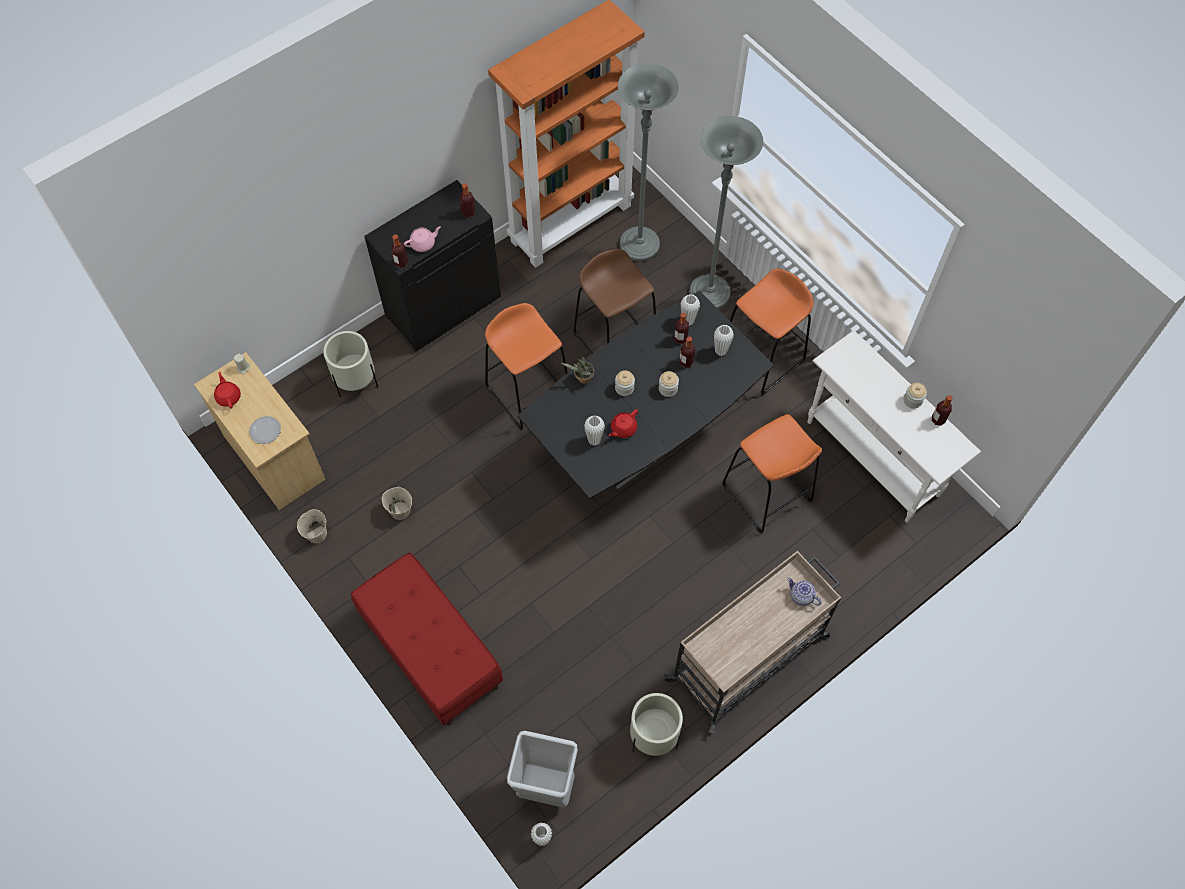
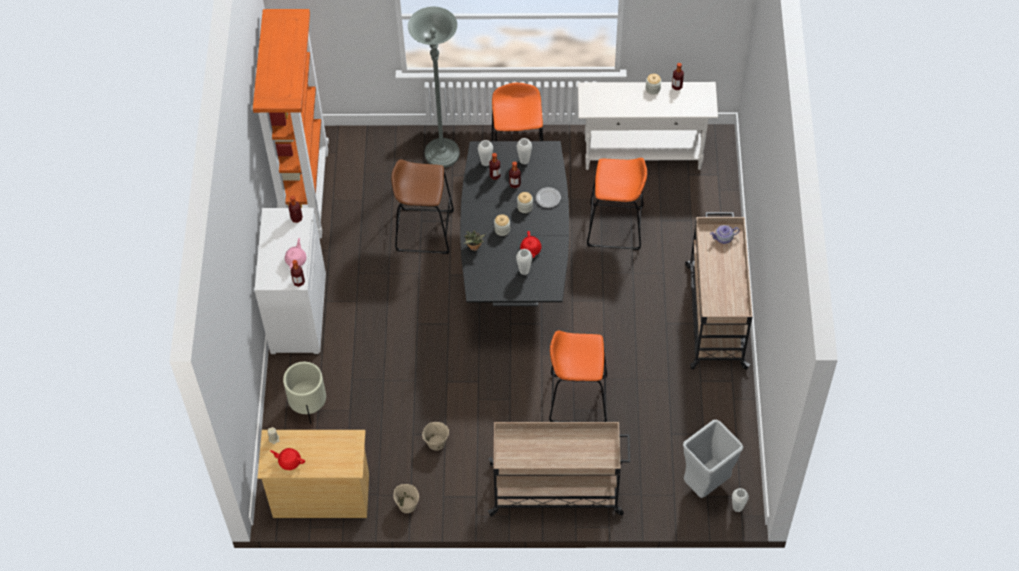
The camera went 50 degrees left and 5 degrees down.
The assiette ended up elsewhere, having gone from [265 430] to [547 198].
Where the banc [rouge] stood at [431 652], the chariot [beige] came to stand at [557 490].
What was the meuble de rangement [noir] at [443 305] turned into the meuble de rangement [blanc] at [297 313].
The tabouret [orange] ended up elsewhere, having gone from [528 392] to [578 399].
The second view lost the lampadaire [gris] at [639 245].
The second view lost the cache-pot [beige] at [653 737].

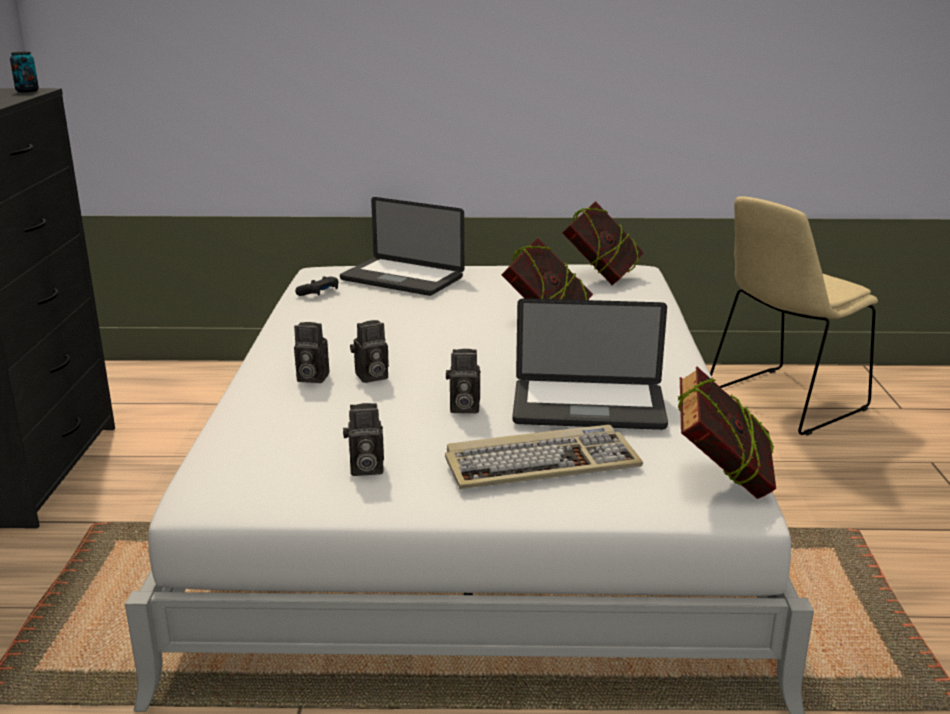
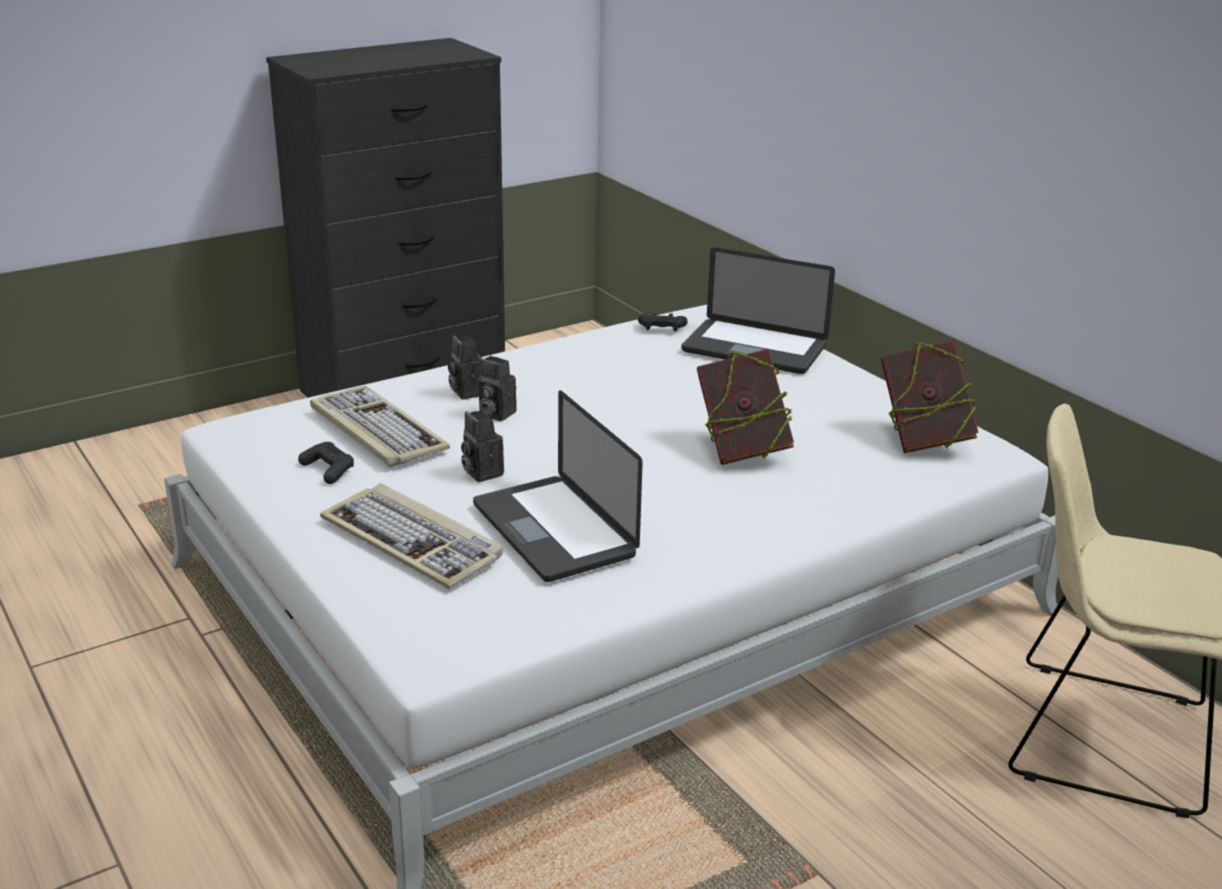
The camera went 55 degrees right and 5 degrees up.
The second view lost the boîte métallique at [27 91].
The ordinateur portable at [402 279] ended up facing another way, 60 degrees counterclockwise from before.
Where the appareil photo stood at [364 469], the manette [noir] came to stand at [328 470].
The second view lost the livre at [721 482].
The second view gained the clavier at [375 431].

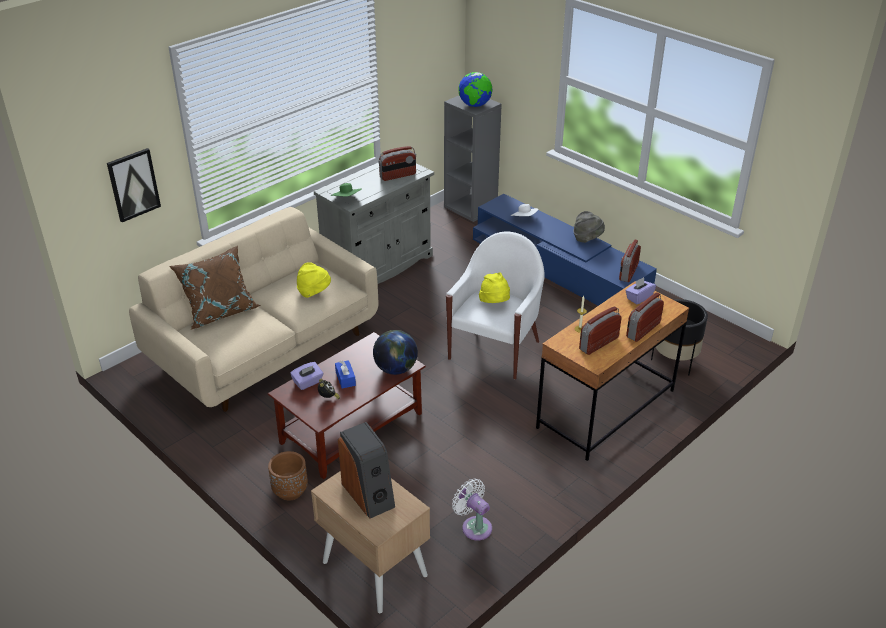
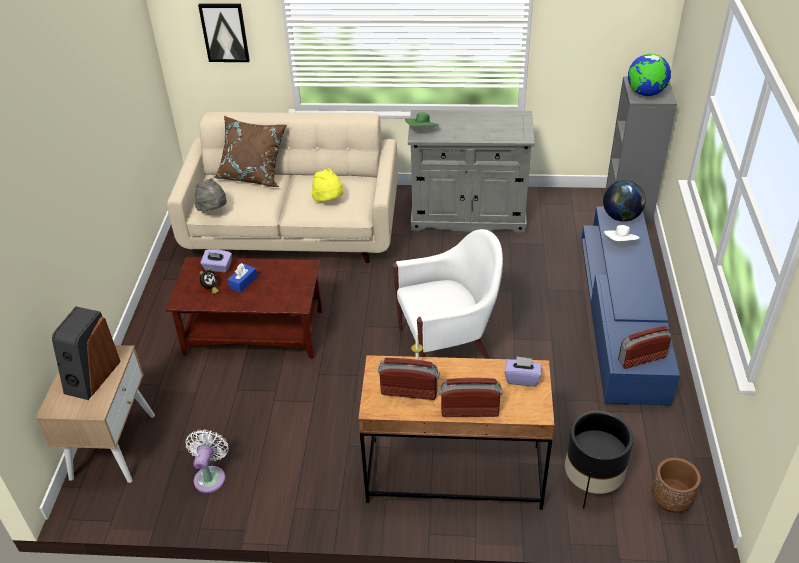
The camera went 50 degrees right and 5 degrees up.
The cache-pot [marron] ended up elsewhere, having gone from [290 491] to [670 500].
The globe ended up elsewhere, having gone from [396 369] to [621 217].
The second view lost the radio at [398 176].
The second view lost the chapeau [jaune] at [495 303].
The chapeau [gris] ended up elsewhere, having gone from [587 239] to [213 210].

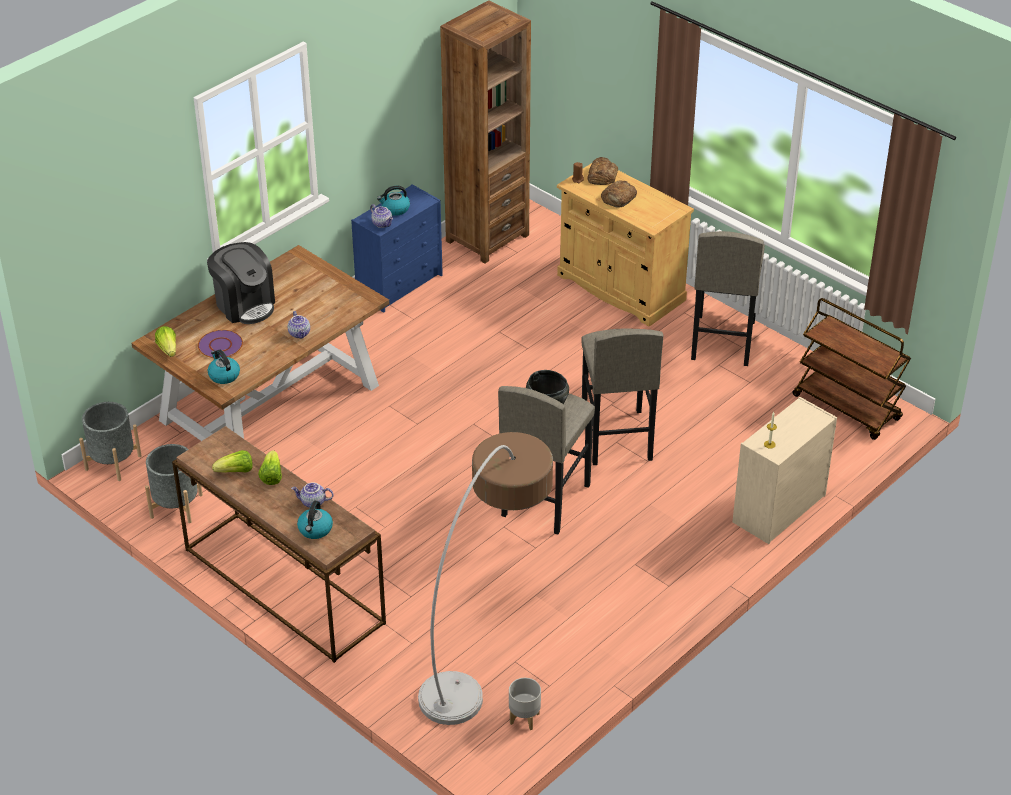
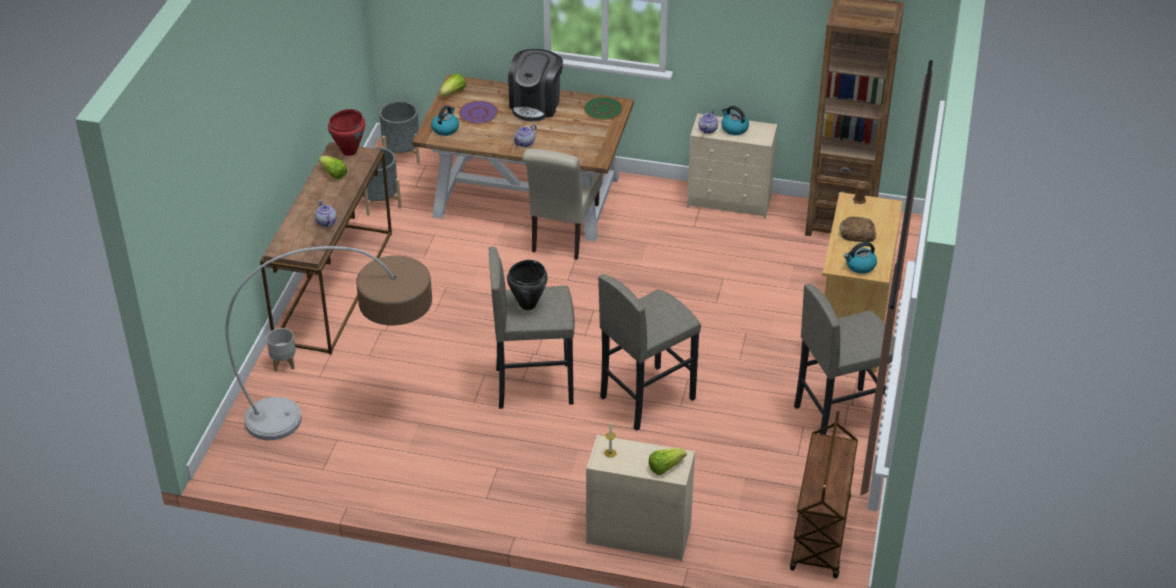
The camera went 60 degrees right and 0 degrees up.
The laitue ended up elsewhere, having gone from [271 476] to [665 467].
The bouilloire ended up elsewhere, having gone from [315 530] to [860 266].
What was the commode [bleu] at [400 285] turned into the commode [beige] at [730 202].
The cache-pot [gris] ended up elsewhere, having gone from [524 718] to [284 363].
The second view lost the pain at [602 175].
The second view gained the marmite [rouge] at [349 151].
The second view gained the chaise [beige] at [562 237].
The second view gained the assiette [vert] at [603 109].

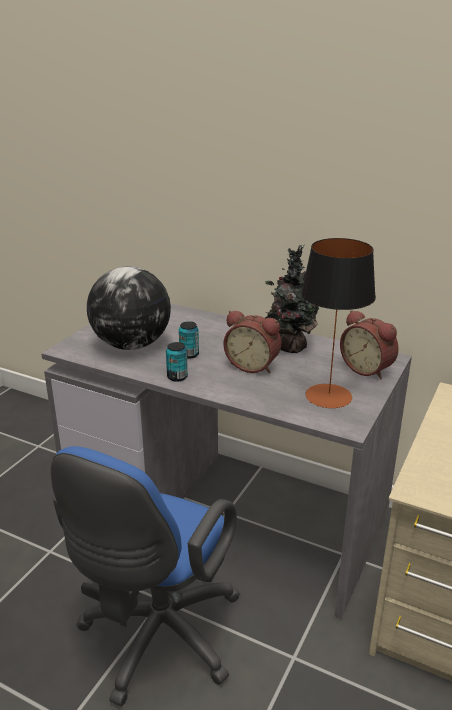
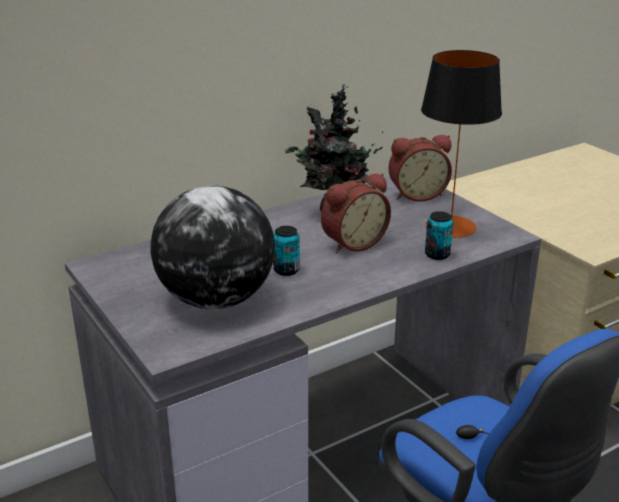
The camera went 60 degrees left and 0 degrees up.
The boîte métallique ended up elsewhere, having gone from [177 377] to [437 254].

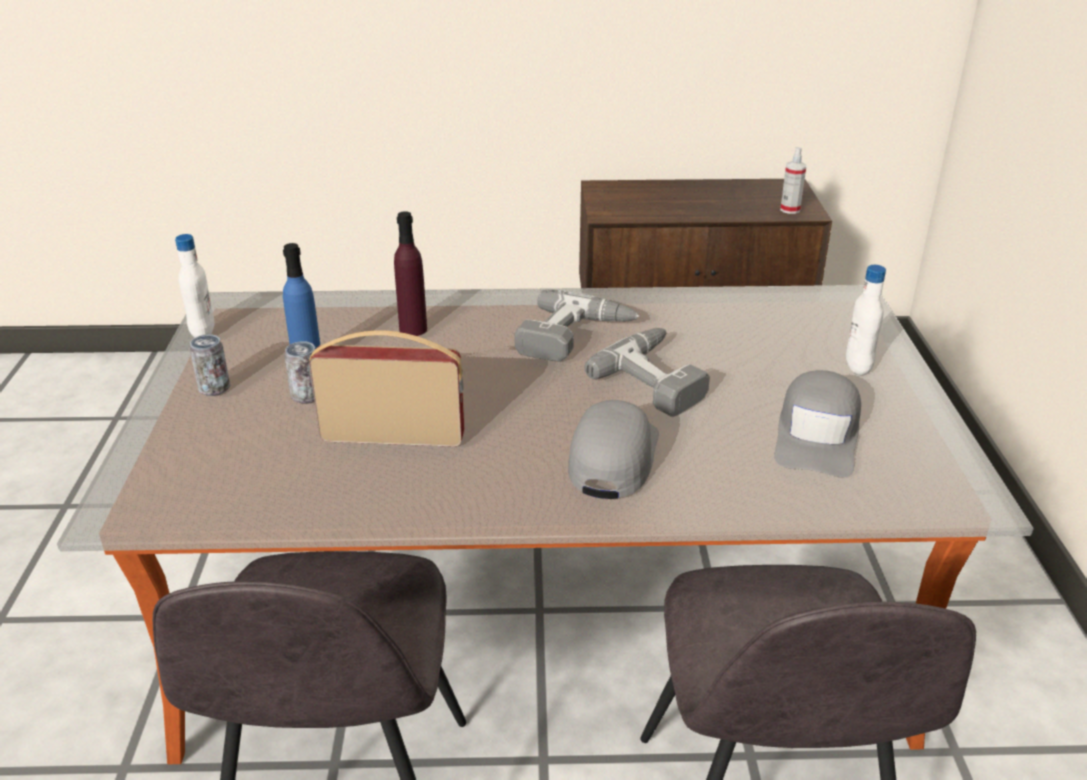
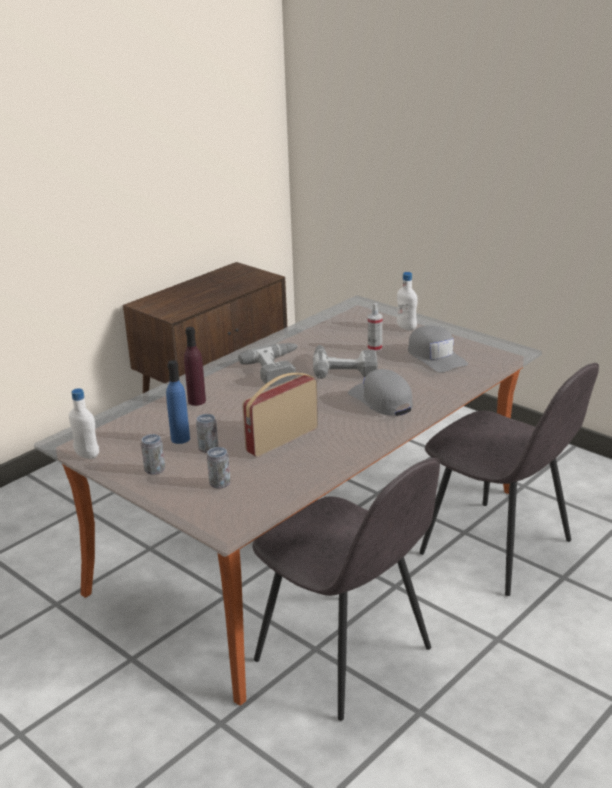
The camera went 45 degrees left and 5 degrees down.
The vaporisateur ended up elsewhere, having gone from [790 209] to [375 348].
The second view gained the boîte métallique at [219 483].

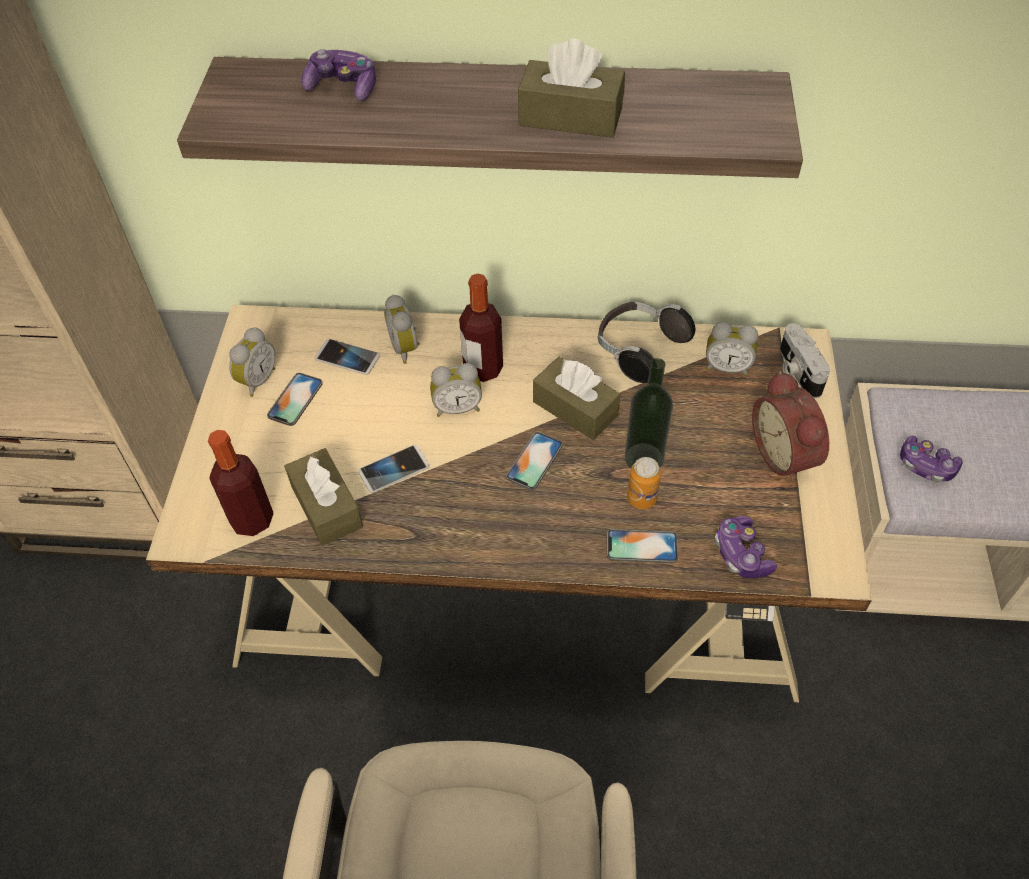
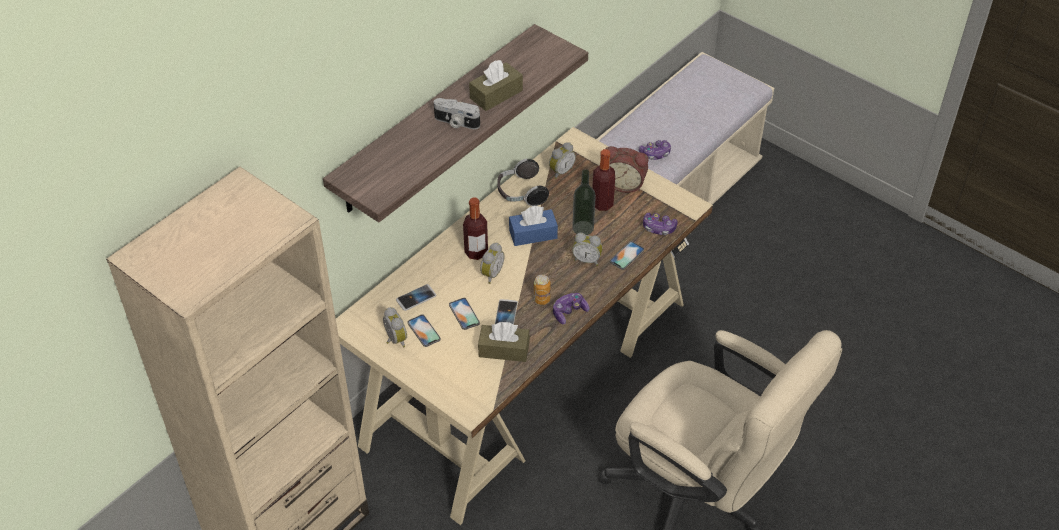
The camera went 55 degrees left and 5 degrees down.
The bouteille ended up elsewhere, having gone from [252 520] to [602 204].
The manette ended up elsewhere, having gone from [343 87] to [569 312].
The réveil ended up elsewhere, having gone from [406 348] to [587 260].
The téléphone ended up elsewhere, having gone from [534 461] to [464 314].
What was the boîte à mouchoirs [marron] at [575 408] turned into the boîte à mouchoirs [bleu] at [533 234].
The boîte métallique ended up elsewhere, having gone from [641 498] to [541 299].
The appareil photo ended up elsewhere, having gone from [796 371] to [456 122].

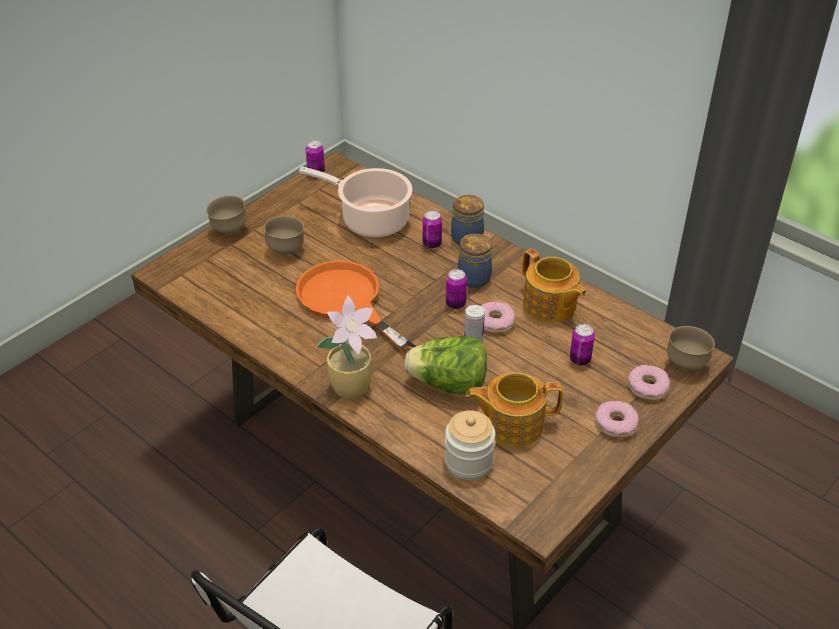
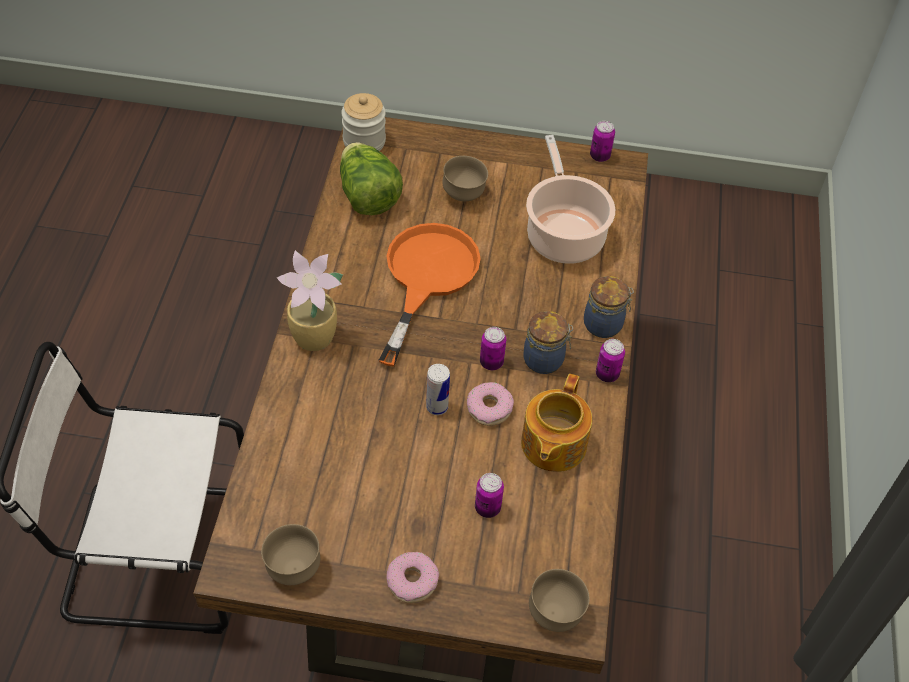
The camera went 55 degrees right and 10 degrees up.
The bol [marron] ended up elsewhere, having gone from [229 230] to [293 569].
The laitue ended up elsewhere, having gone from [448 385] to [367 196].
The boîte métallique ended up elsewhere, having gone from [432 244] to [607 374].
The bocal ended up elsewhere, having gone from [468 462] to [364 141].
The second view lost the théière at [512 424].
The second view lost the beignet at [648 387].

